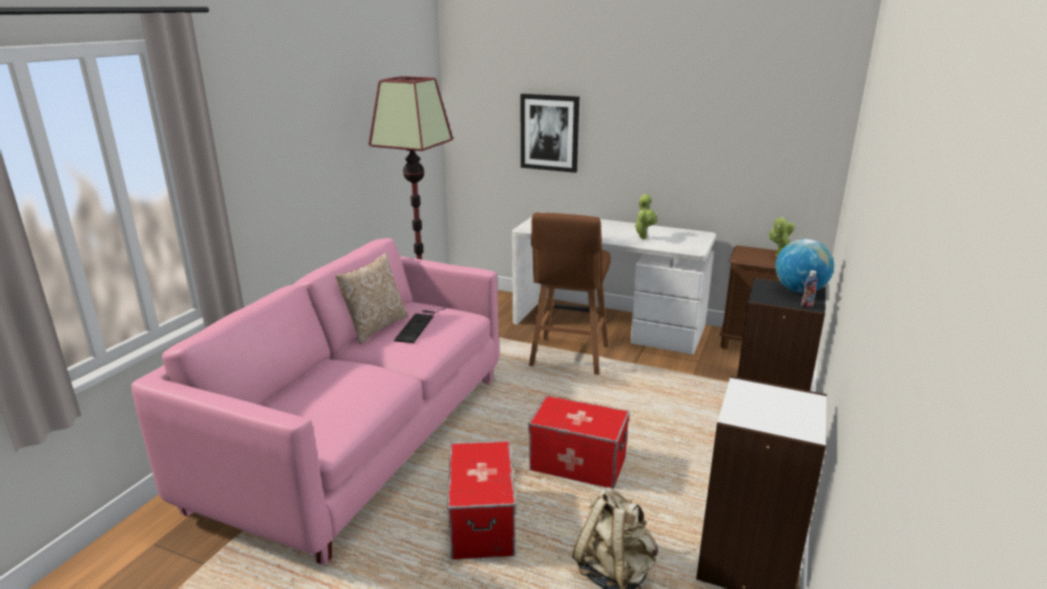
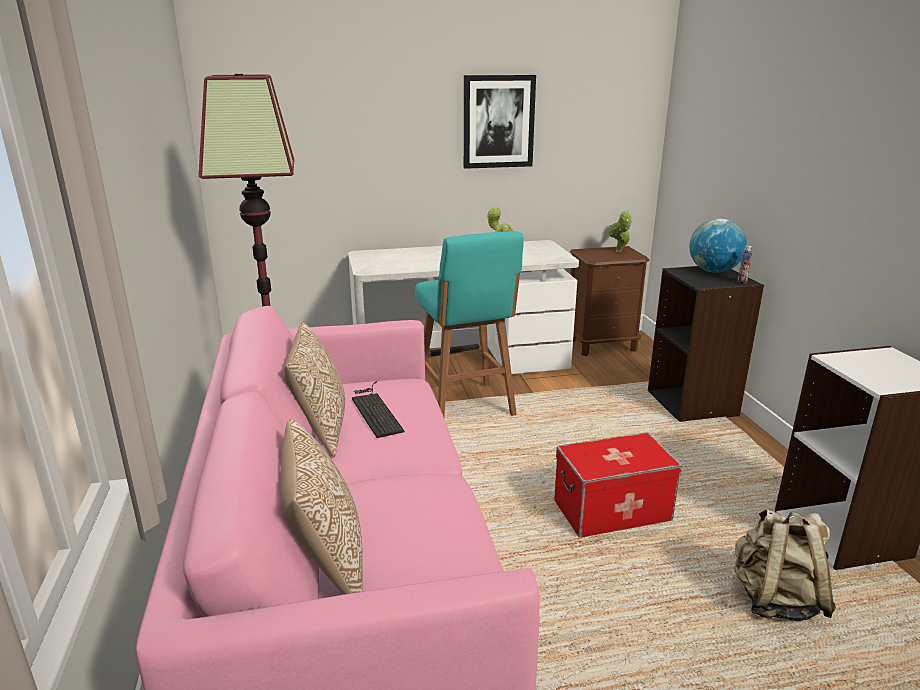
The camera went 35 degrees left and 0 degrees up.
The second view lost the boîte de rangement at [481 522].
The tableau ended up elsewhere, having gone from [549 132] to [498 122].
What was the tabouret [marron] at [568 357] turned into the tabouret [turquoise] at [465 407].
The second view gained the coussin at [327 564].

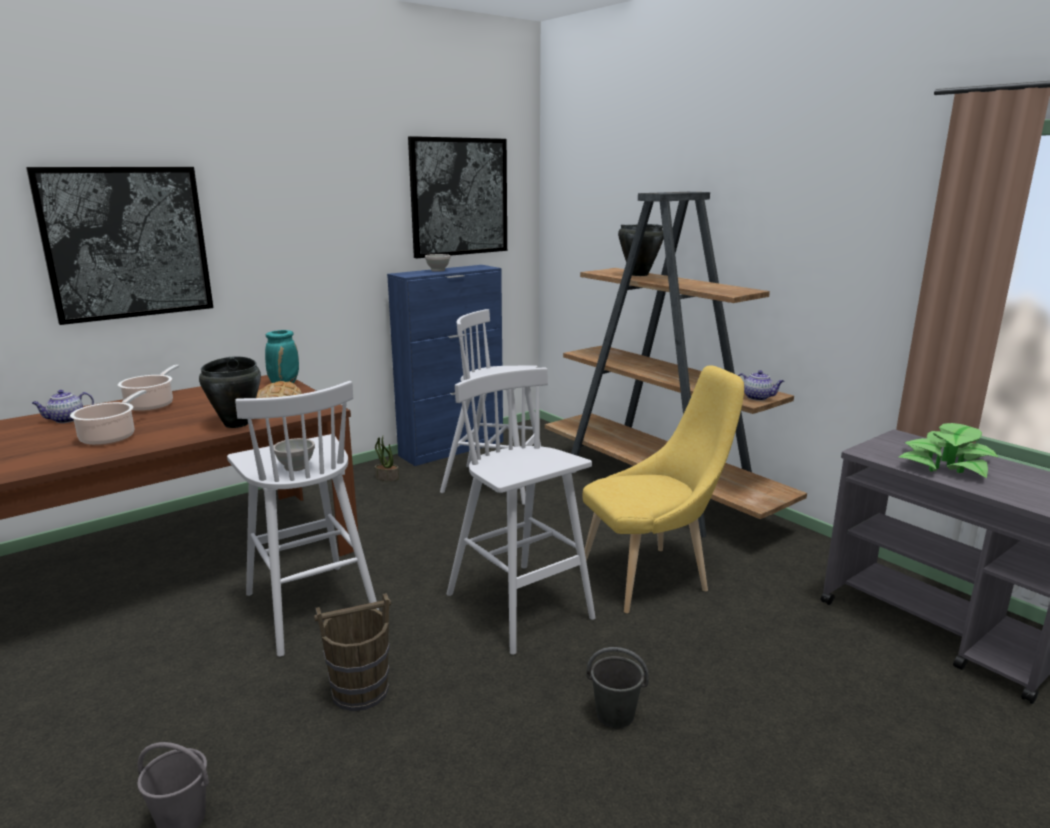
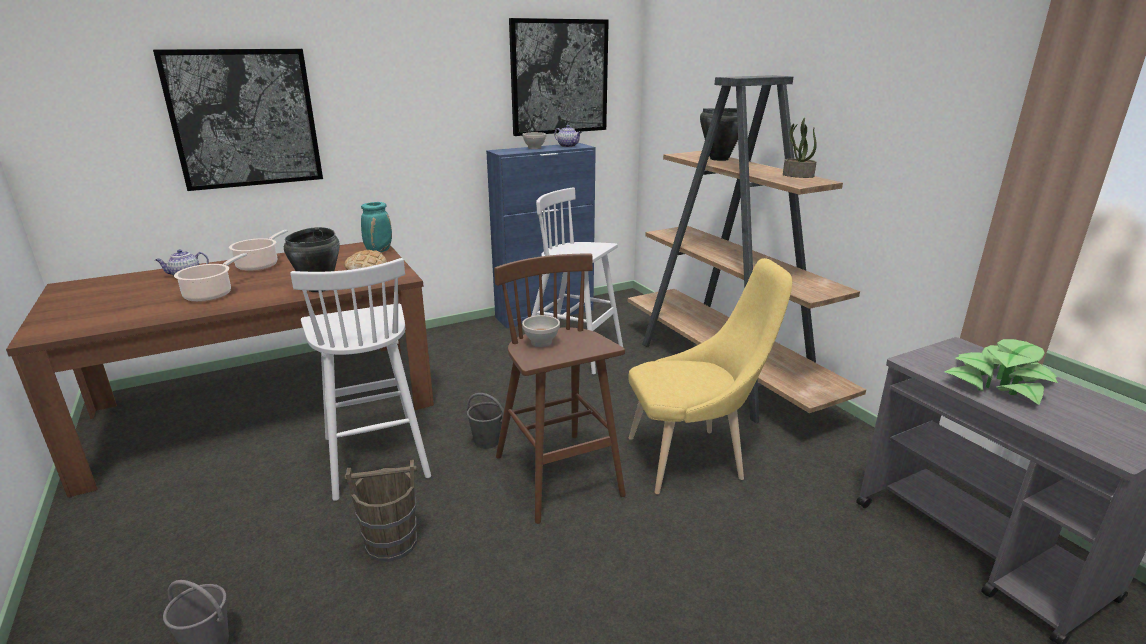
The camera went 10 degrees right and 5 degrees up.
The bol [blanc] ended up elsewhere, having gone from [296 466] to [542 342].
The plante en pot ended up elsewhere, having gone from [386 478] to [797 175].
What was the tabouret [blanc] at [521 607] turned into the tabouret [marron] at [559 477].
The seau [gris] ended up elsewhere, having gone from [614 714] to [486 441].
The théière ended up elsewhere, having gone from [758 397] to [568 146].

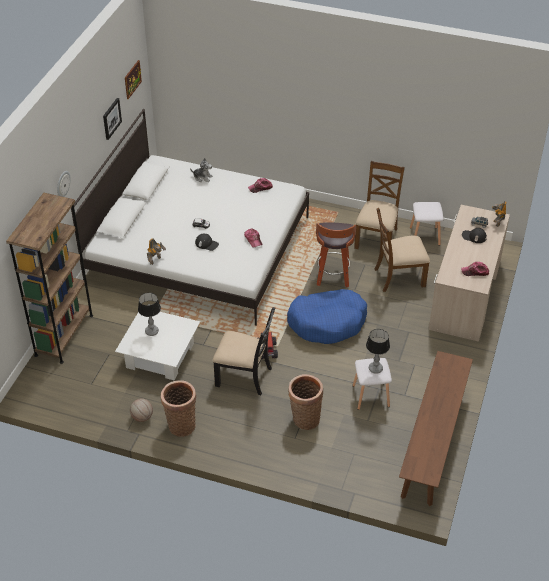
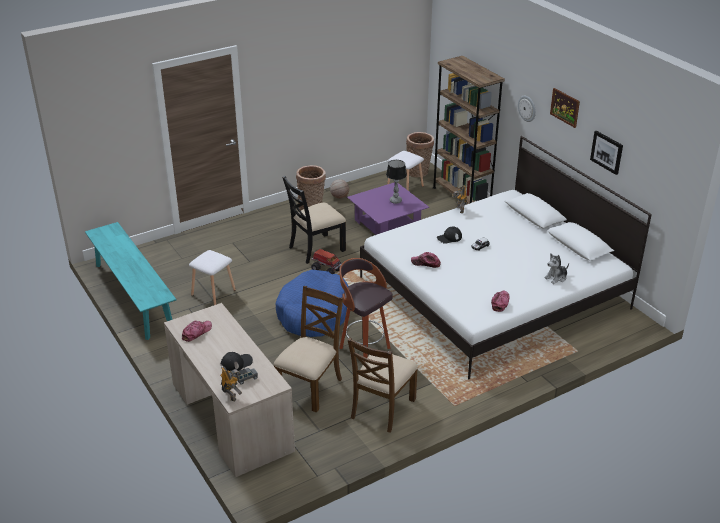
The camera went 130 degrees right and 10 degrees down.
What was the table basse [blanc] at [160 356] turned into the table basse [violet] at [387 224].
The tableau ended up elsewhere, having gone from [132 79] to [565 107].
The panier ended up elsewhere, having gone from [304 418] to [419 172].
The chaise [marron] at [377 238] ended up facing another way, 60 degrees clockwise from before.
The second view lost the lampe de table at [375 369].
What was the banc [marron] at [433 441] turned into the banc [turquoise] at [133 296].
The tabouret [blanc] ended up elsewhere, having gone from [424 236] to [405 187].

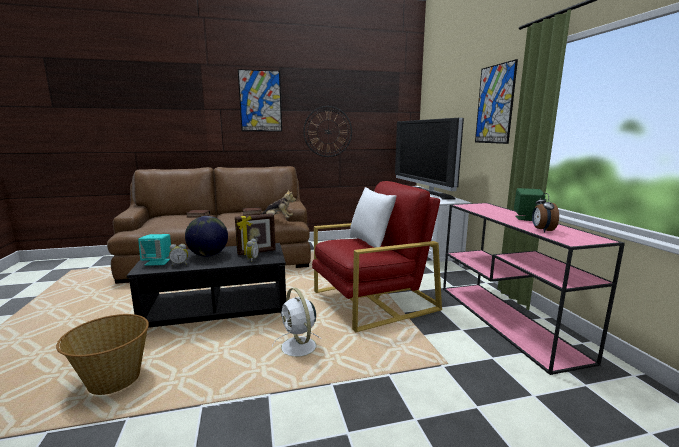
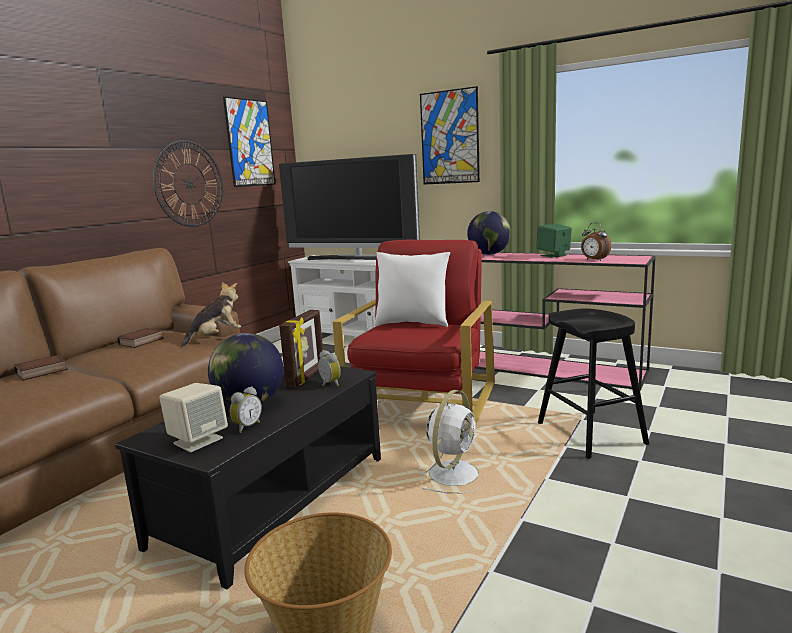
The camera went 45 degrees left and 0 degrees up.
What was the enceinte [turquoise] at [158 262] turned into the enceinte [beige] at [198 440].
The tableau ended up elsewhere, having gone from [260 101] to [250 143].
The ventilateur [blanc] at [299 348] ended up facing another way, 75 degrees counterclockwise from before.
The second view gained the globe at [489 254].
The second view gained the tabouret [noir] at [590 433].

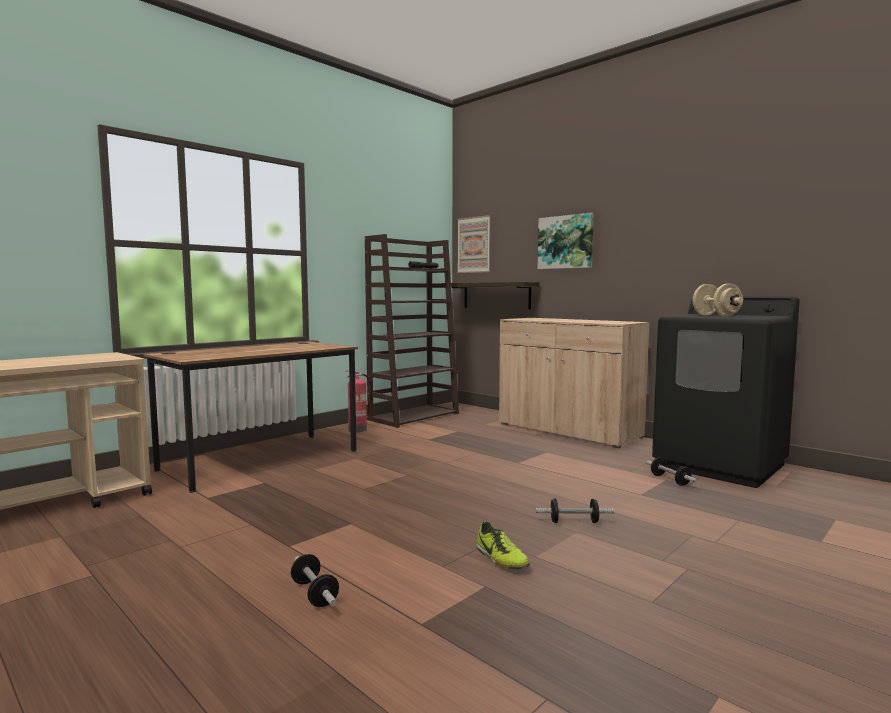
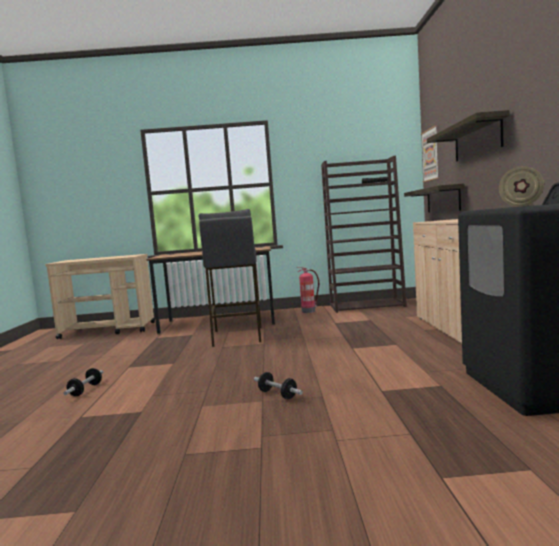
The camera went 45 degrees right and 0 degrees up.
The second view lost the chaussure at [501 559].
Where the tableau hung at [565 242], the étagère came to hang at [477 140].
The second view lost the haltère at [670 480].
The second view gained the tabouret [gris] at [237 336].

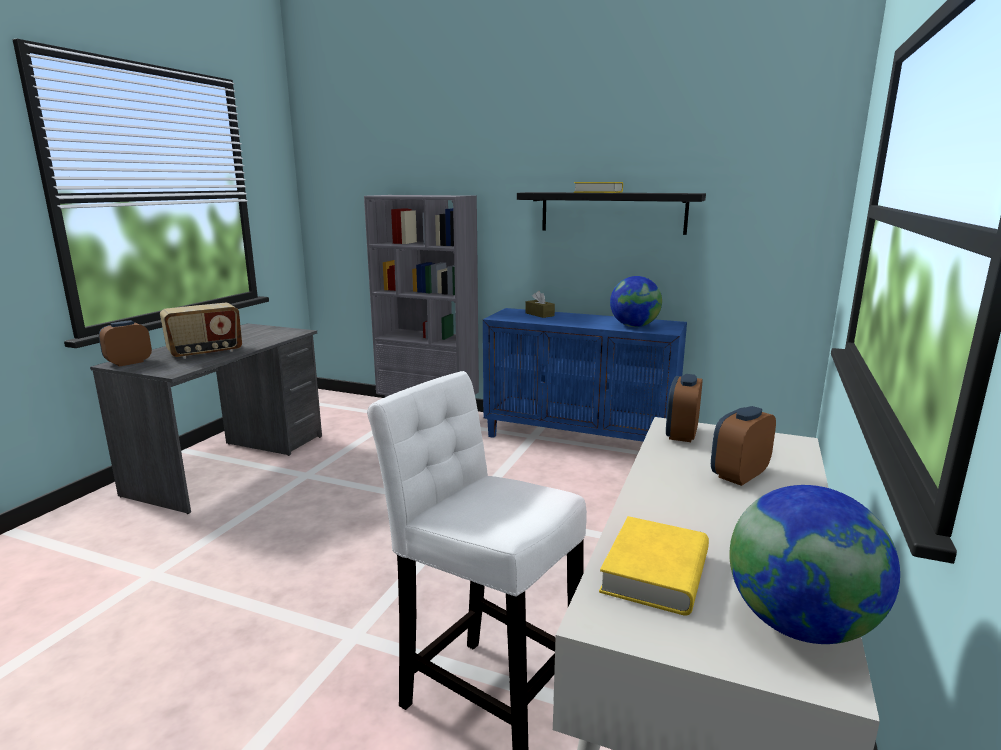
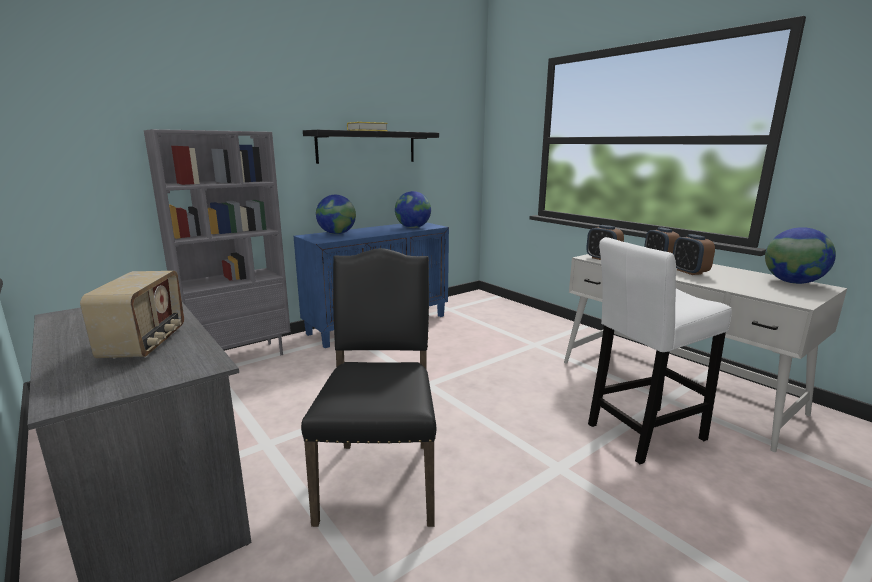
The camera went 60 degrees left and 0 degrees up.
The réveil ended up elsewhere, having gone from [129 362] to [689 272].
Where the boîte à mouchoirs [marron] stood at [539 314], the globe came to stand at [337 234].
The second view lost the livre [jaune] at [655 573].
The second view gained the chaise [noir] at [380 478].

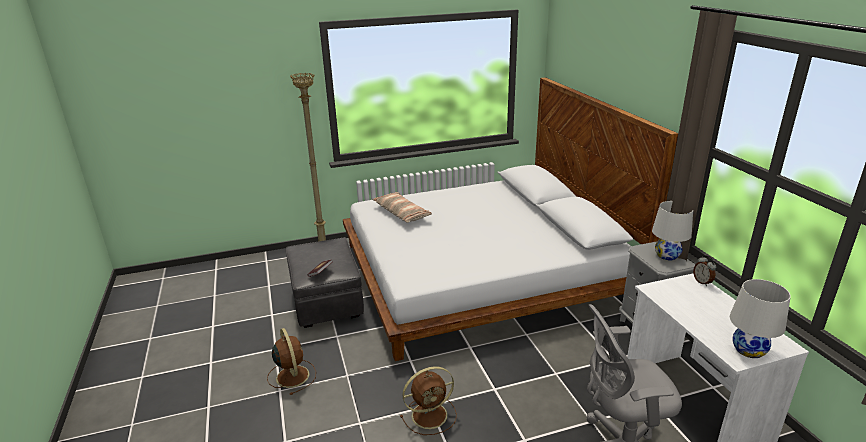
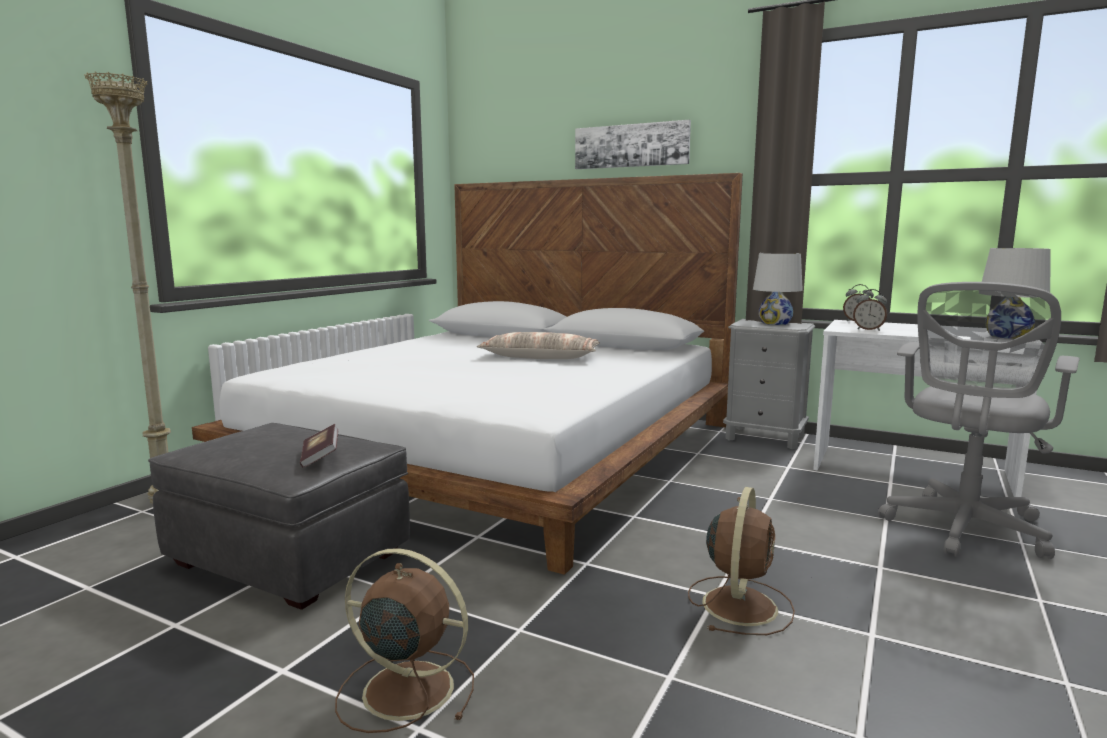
The camera went 45 degrees left and 15 degrees down.
The coussin ended up elsewhere, having gone from [401 213] to [540 357].
The second view gained the tableau at [631 146].
The second view gained the réveil at [868 329].

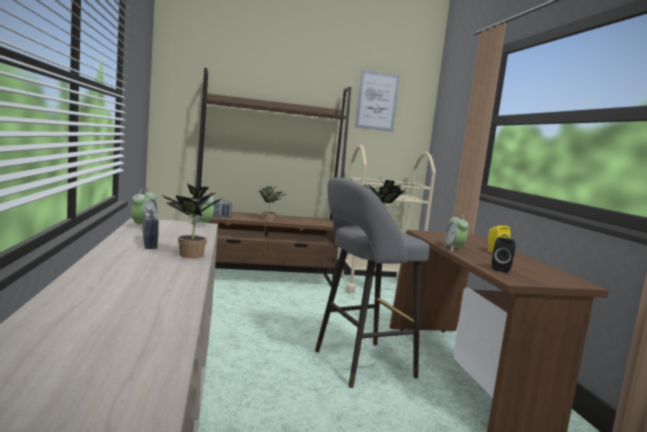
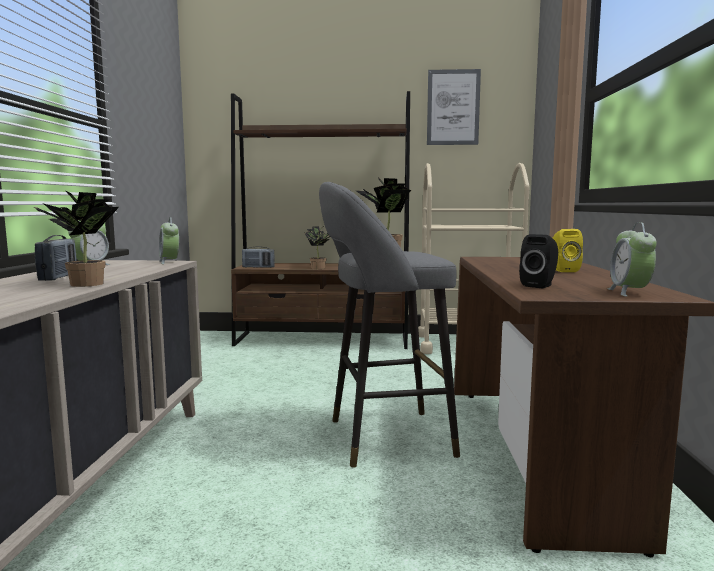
The camera went 15 degrees right and 0 degrees up.
The réveil ended up elsewhere, having gone from [454 248] to [629 292].

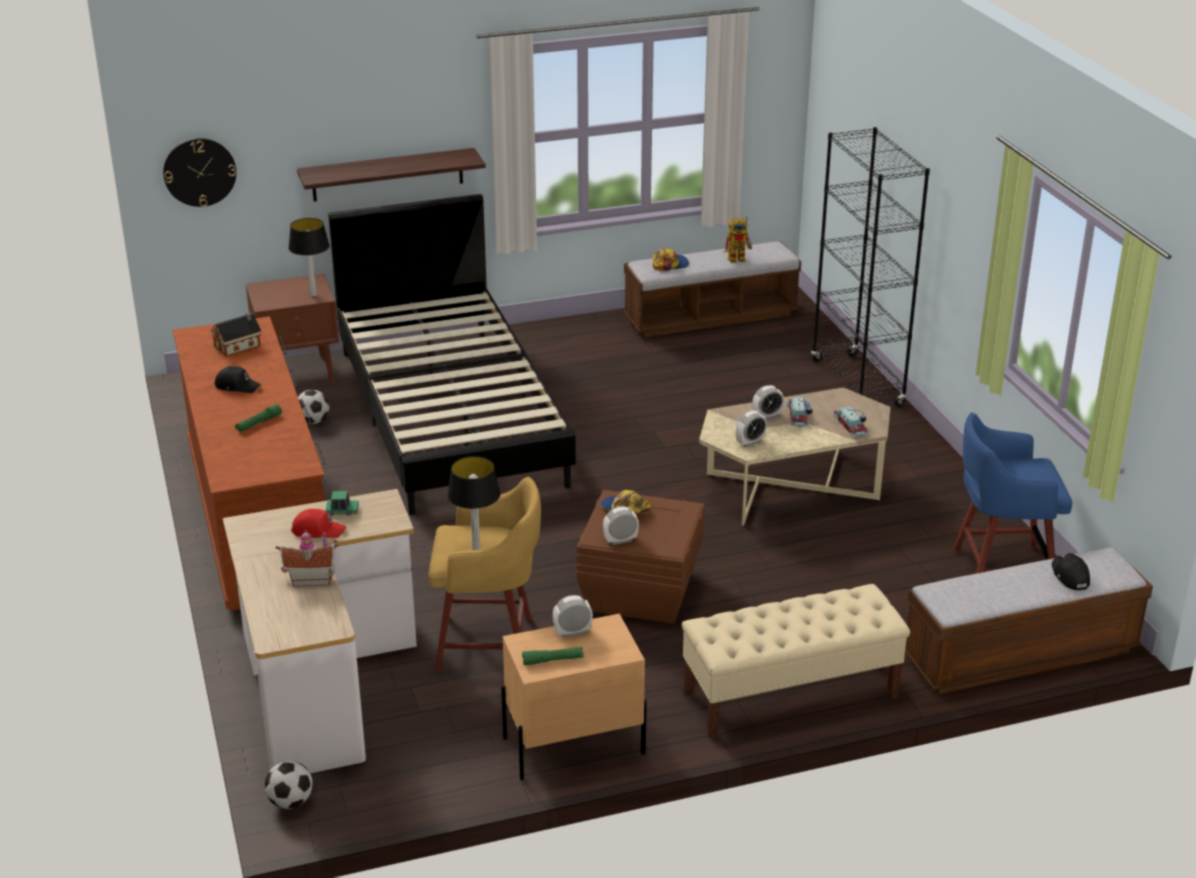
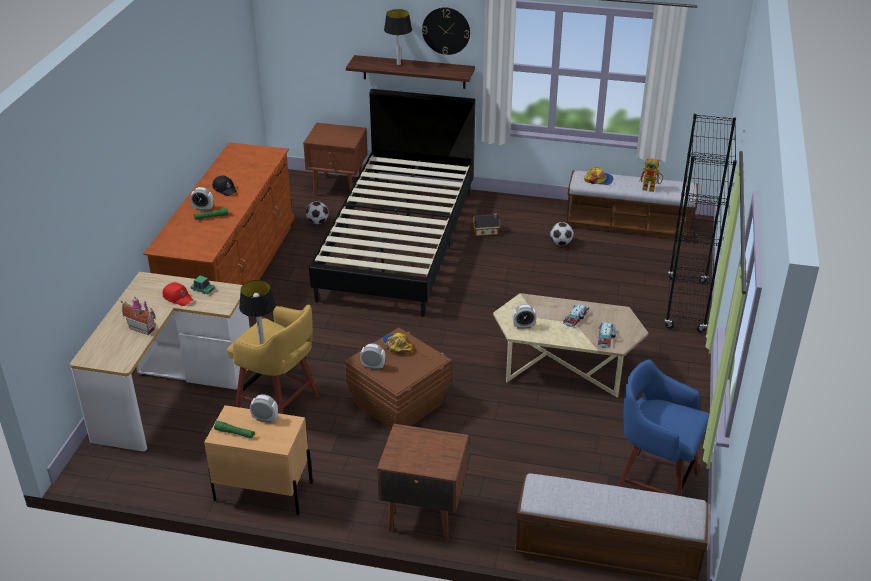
The camera went 30 degrees right and 5 degrees up.
The horloge murale ended up elsewhere, having gone from [199 172] to [446 30].
The maison miniature ended up elsewhere, having gone from [239 346] to [487 231].
The ballon de foot ended up elsewhere, having gone from [291 802] to [561 243].
The lampe de table ended up elsewhere, having gone from [313 294] to [399 64].
Where the banc [beige] stood at [789 695], the table de chevet [marron] came to stand at [423 514].
The réveil ended up elsewhere, having gone from [767 416] to [203 208].
The second view lost the casquette [noir] at [1069 576].

